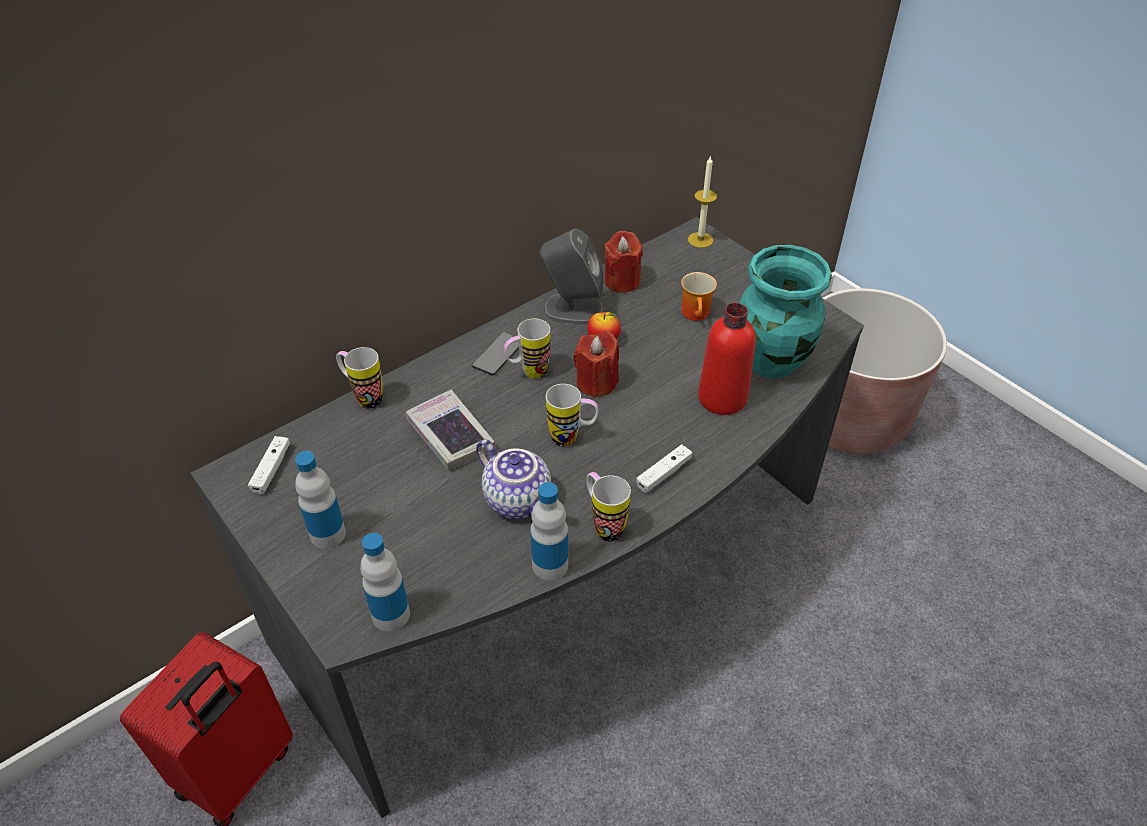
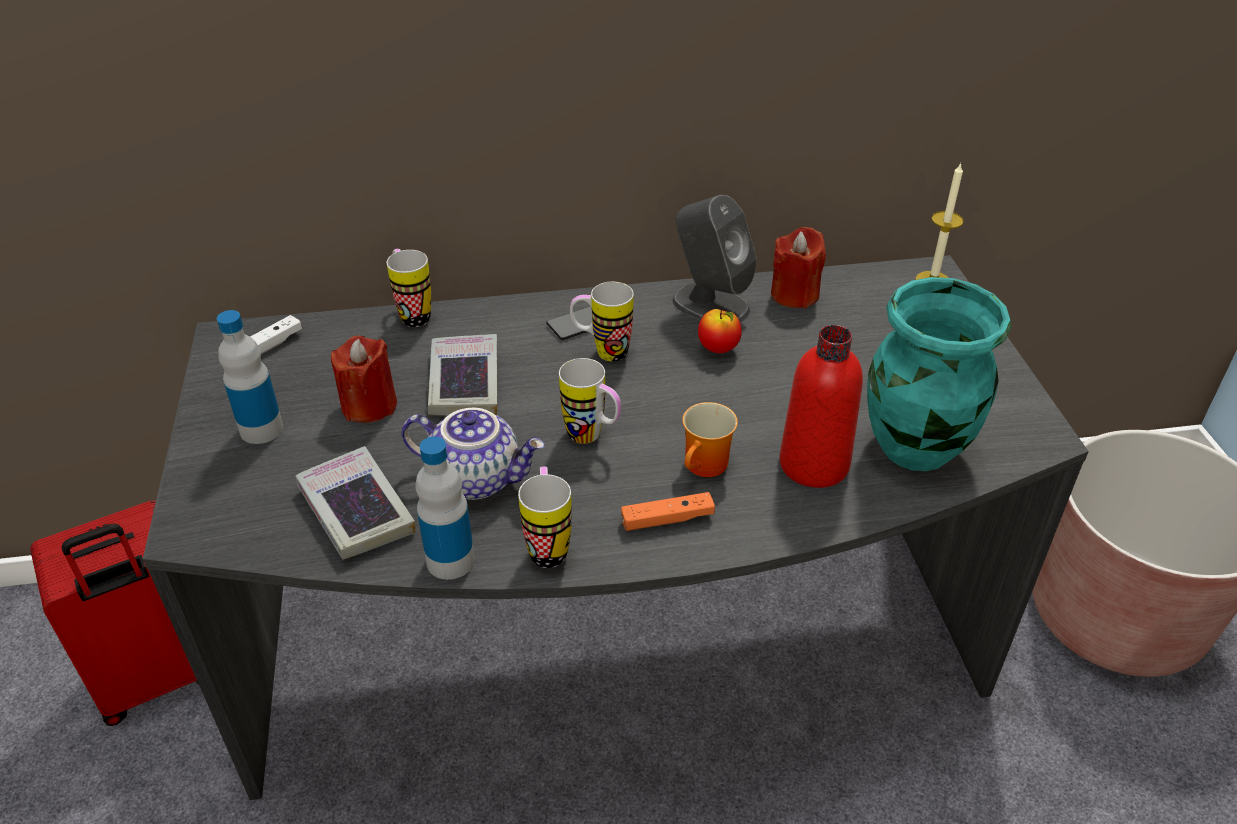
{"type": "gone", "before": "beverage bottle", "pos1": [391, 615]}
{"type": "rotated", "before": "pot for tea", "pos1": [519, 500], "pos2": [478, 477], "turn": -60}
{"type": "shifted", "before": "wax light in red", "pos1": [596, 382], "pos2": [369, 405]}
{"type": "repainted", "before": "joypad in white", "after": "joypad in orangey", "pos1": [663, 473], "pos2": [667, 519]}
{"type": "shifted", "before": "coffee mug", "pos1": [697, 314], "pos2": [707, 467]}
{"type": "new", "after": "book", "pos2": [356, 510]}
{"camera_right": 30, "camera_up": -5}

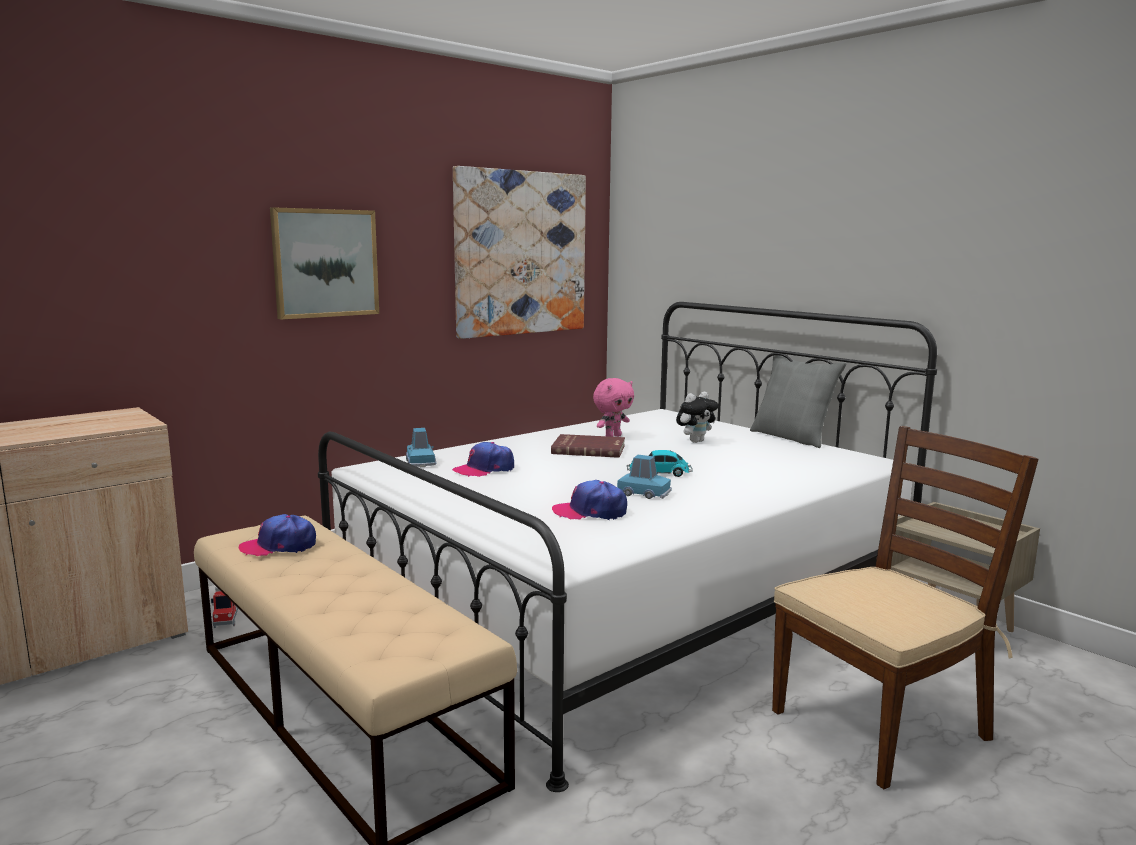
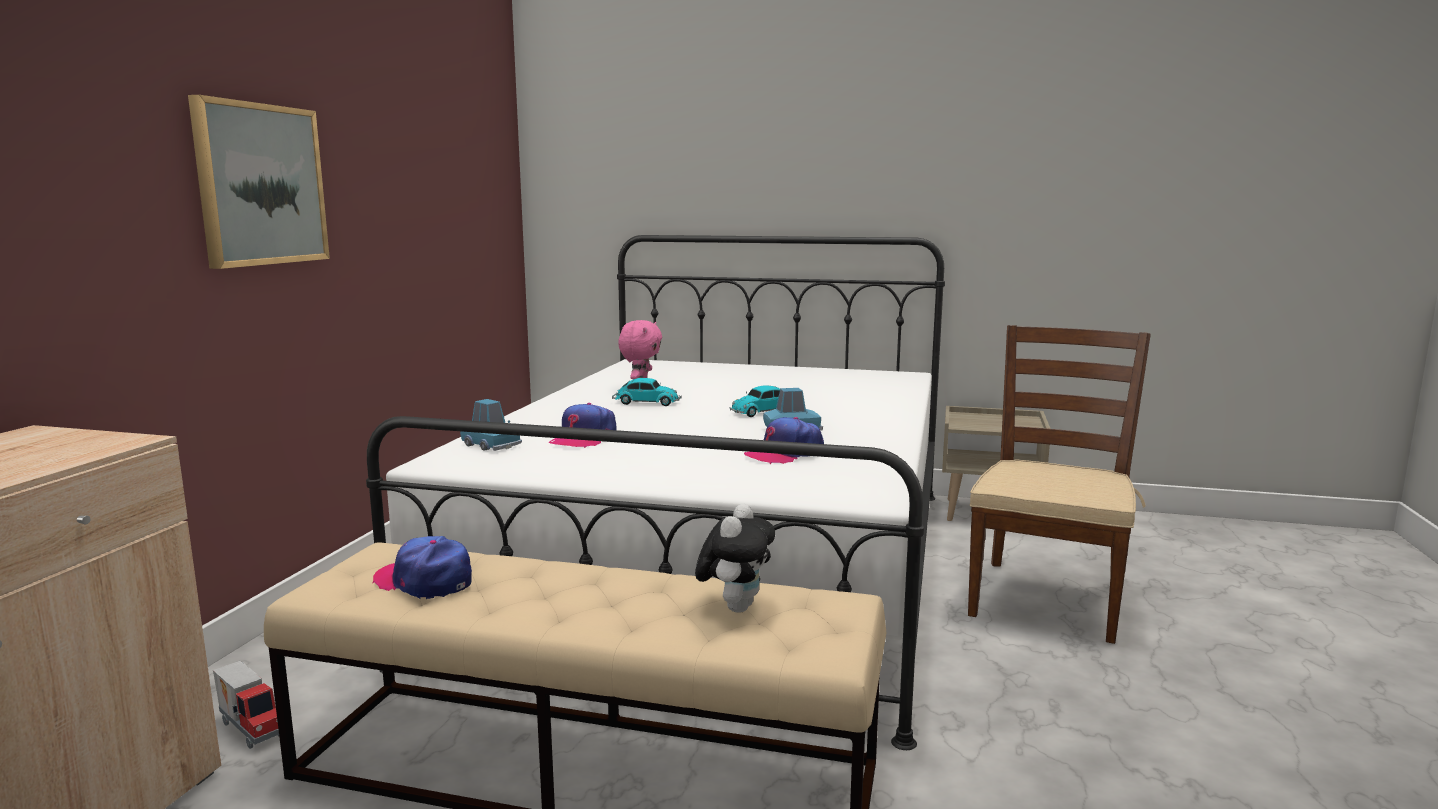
{"type": "rotated", "before": "peaked cap", "pos1": [279, 546], "pos2": [424, 581], "turn": 75}
{"type": "gone", "before": "wall art", "pos1": [521, 253]}
{"type": "swapped", "before": "book in red", "after": "miniature car", "pos1": [589, 449], "pos2": [645, 402]}
{"type": "shifted", "before": "plush toy", "pos1": [695, 441], "pos2": [735, 606]}
{"type": "gone", "before": "pillow in grey", "pos1": [792, 437]}
{"camera_right": -35, "camera_up": 0}

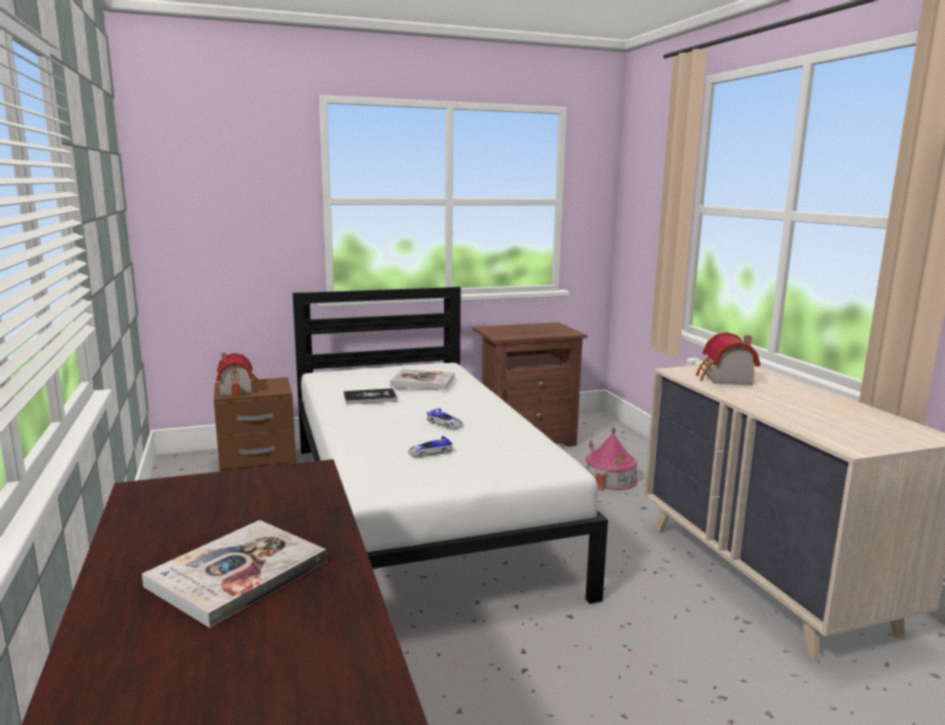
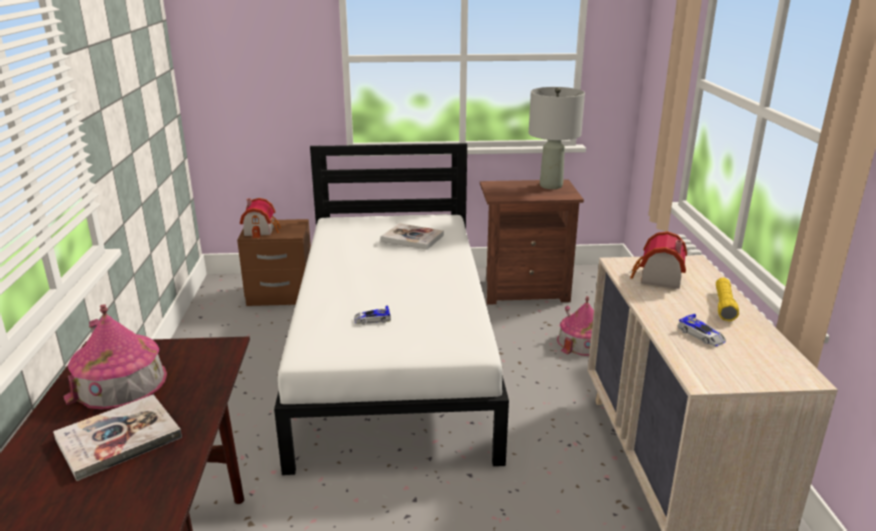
{"type": "gone", "before": "book", "pos1": [370, 398]}
{"type": "shifted", "before": "miniature car", "pos1": [445, 424], "pos2": [701, 335]}
{"type": "new", "after": "miniature house", "pos2": [120, 382]}
{"type": "new", "after": "lamp for a table in grey", "pos2": [551, 186]}
{"type": "new", "after": "torch in yellow", "pos2": [724, 306]}
{"camera_right": 15, "camera_up": 10}

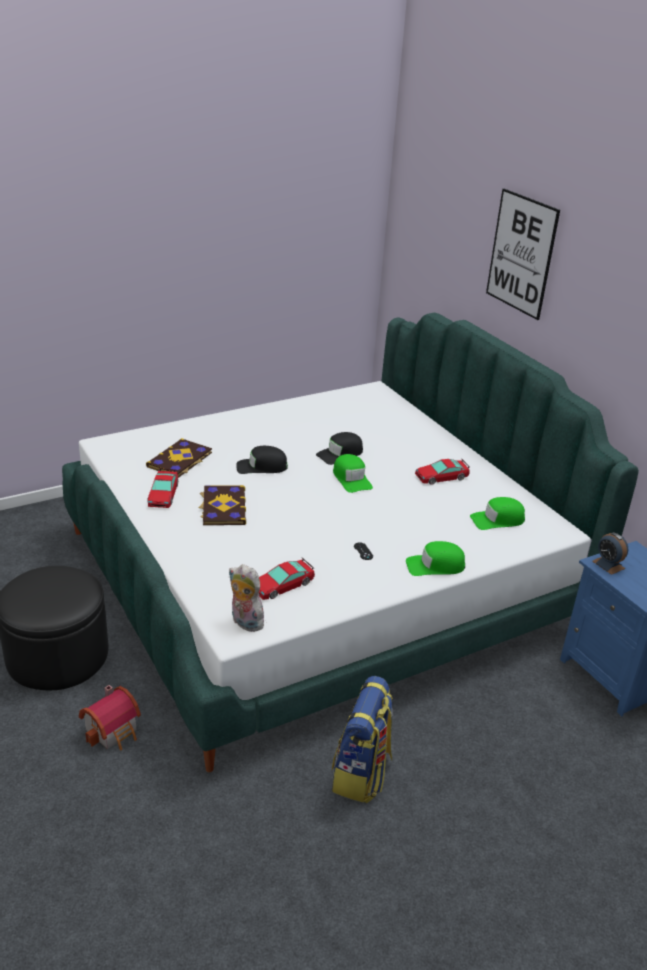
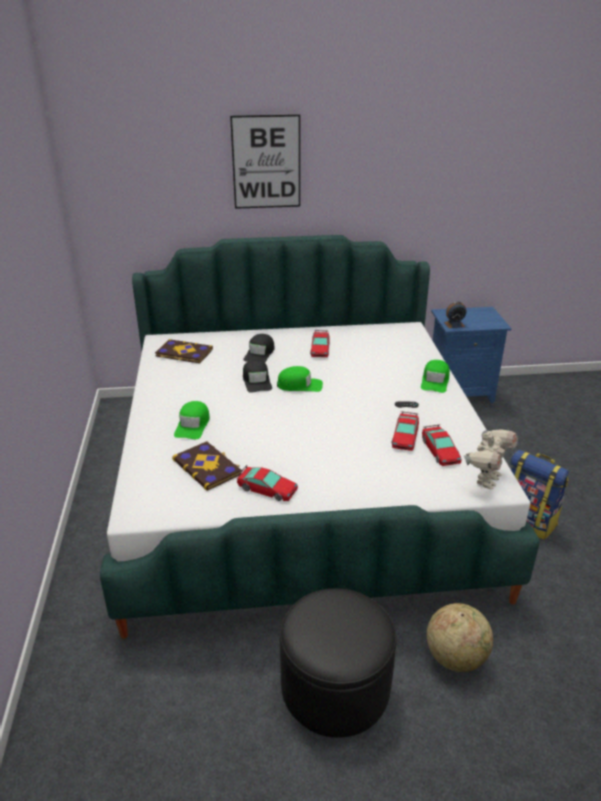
{"type": "swapped", "before": "miniature house", "after": "desk globe", "pos1": [114, 730], "pos2": [455, 657]}
{"type": "shifted", "before": "book", "pos1": [223, 507], "pos2": [184, 353]}
{"type": "swapped", "before": "plush toy", "after": "toy robot", "pos1": [244, 622], "pos2": [486, 480]}
{"type": "shifted", "before": "peaked cap in black", "pos1": [261, 467], "pos2": [260, 353]}
{"type": "shifted", "before": "peaked cap in green-coloured", "pos1": [497, 520], "pos2": [193, 425]}
{"type": "new", "after": "miniature car", "pos2": [405, 436]}
{"camera_right": -65, "camera_up": 0}

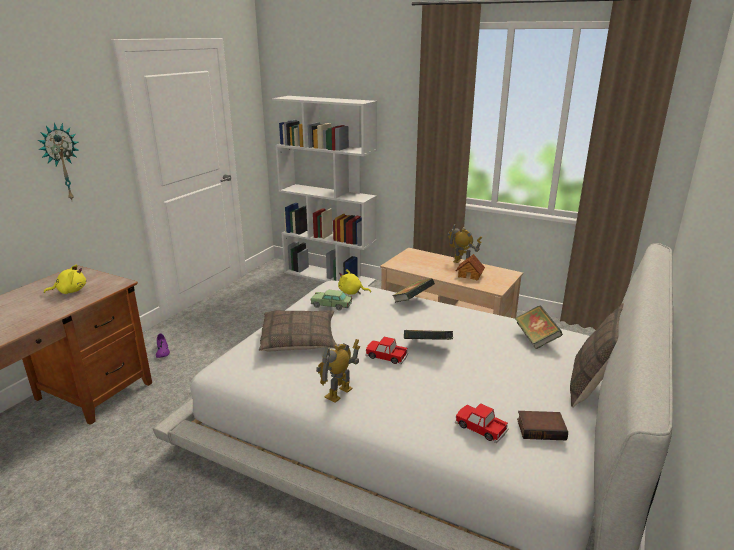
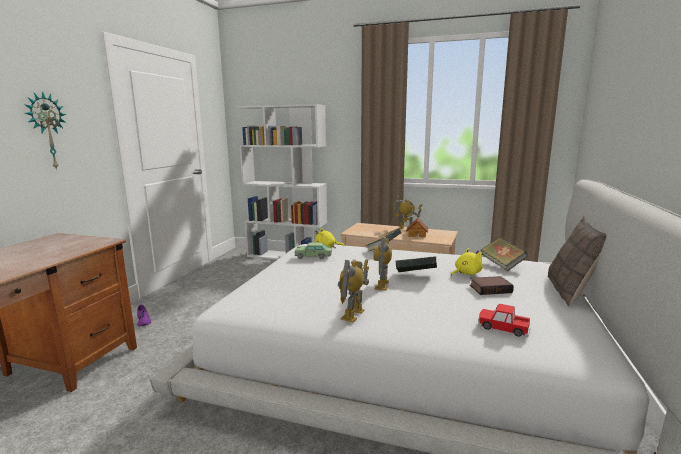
{"type": "shifted", "before": "plush toy in yellow", "pos1": [70, 291], "pos2": [466, 273]}
{"type": "gone", "before": "pillow", "pos1": [299, 339]}
{"type": "swapped", "before": "miniature car", "after": "toy robot", "pos1": [386, 356], "pos2": [382, 285]}
{"type": "shifted", "before": "book", "pos1": [541, 428], "pos2": [490, 288]}
{"camera_right": -10, "camera_up": -10}

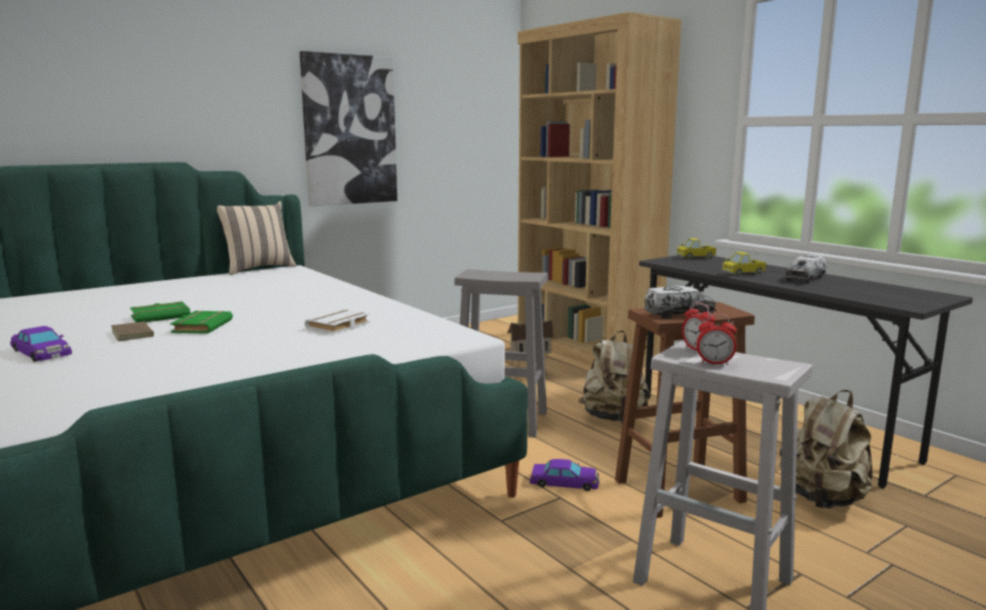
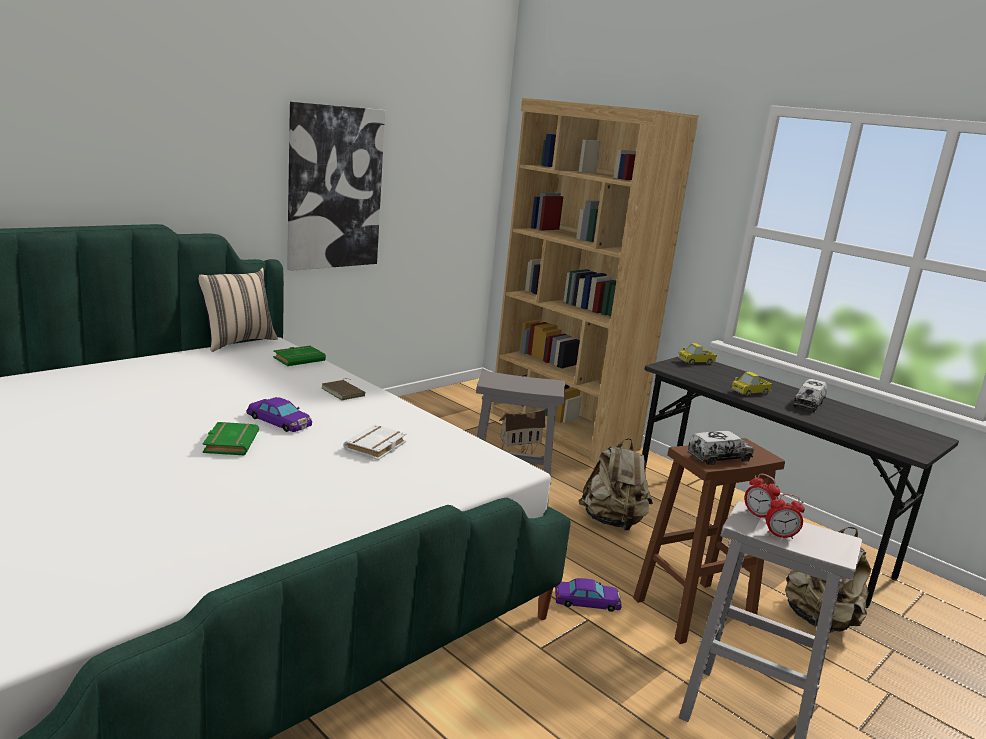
{"type": "shifted", "before": "miniature car in purple", "pos1": [41, 352], "pos2": [279, 421]}
{"type": "shifted", "before": "book in brown-coloured", "pos1": [134, 334], "pos2": [344, 392]}
{"type": "shifted", "before": "book in green-coloured", "pos1": [161, 316], "pos2": [299, 359]}
{"camera_right": -10, "camera_up": 5}

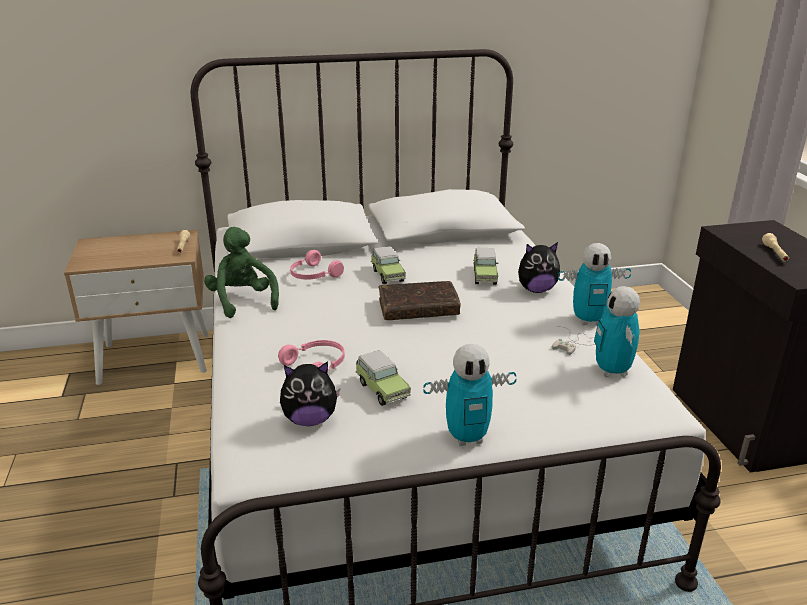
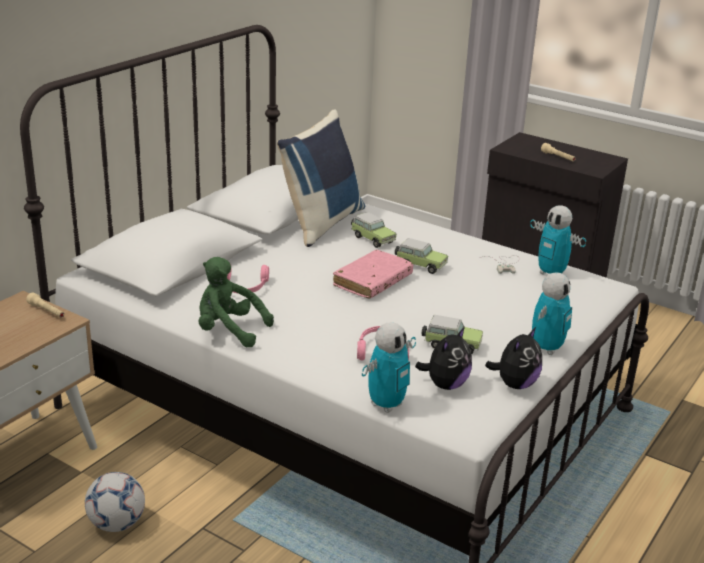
{"type": "shifted", "before": "miniature car", "pos1": [387, 275], "pos2": [419, 265]}
{"type": "repainted", "before": "book in brown-coloured", "after": "book in pinkish", "pos1": [418, 309], "pos2": [372, 282]}
{"type": "shifted", "before": "plush toy", "pos1": [536, 289], "pos2": [515, 384]}
{"type": "shifted", "before": "toy robot", "pos1": [588, 320], "pos2": [386, 404]}
{"type": "new", "after": "football ball", "pos2": [117, 524]}
{"type": "new", "after": "pillow in blue", "pos2": [321, 223]}
{"camera_right": -45, "camera_up": 0}

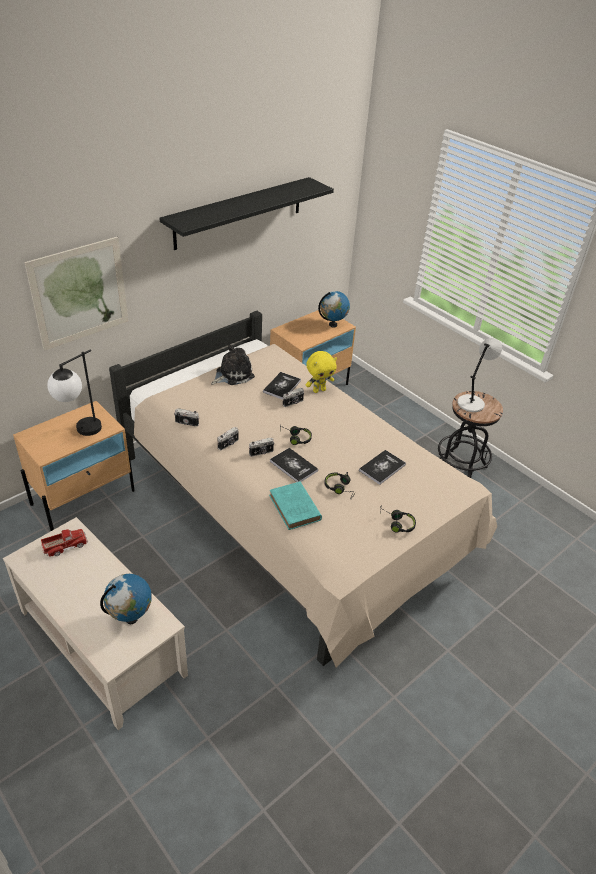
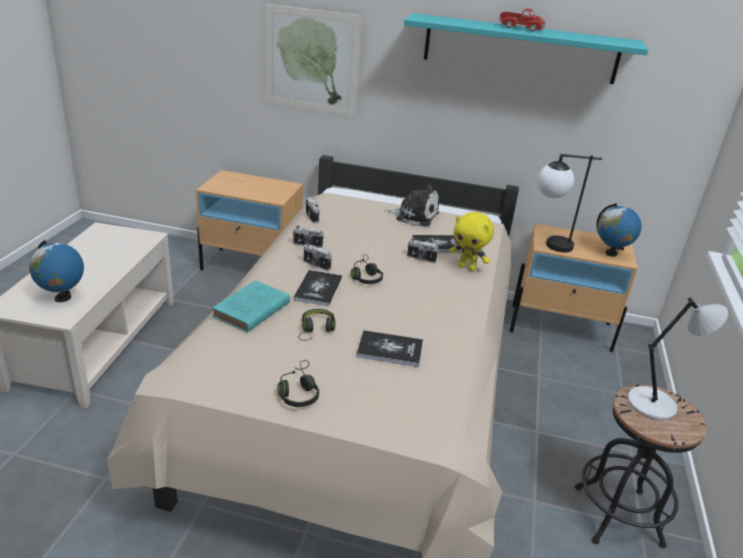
{"type": "shifted", "before": "toy truck", "pos1": [65, 545], "pos2": [521, 28]}
{"type": "shifted", "before": "lamp for a table", "pos1": [81, 433], "pos2": [548, 245]}
{"type": "repainted", "before": "shelf in black", "after": "shelf in turquoise", "pos1": [239, 213], "pos2": [520, 49]}
{"camera_right": 55, "camera_up": -10}

